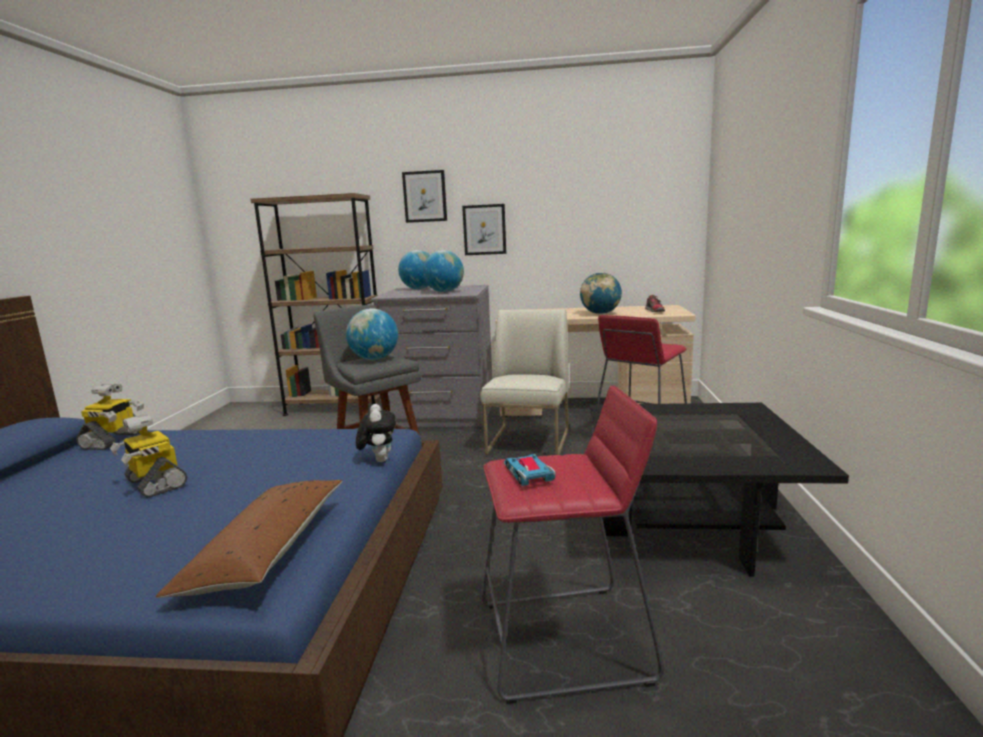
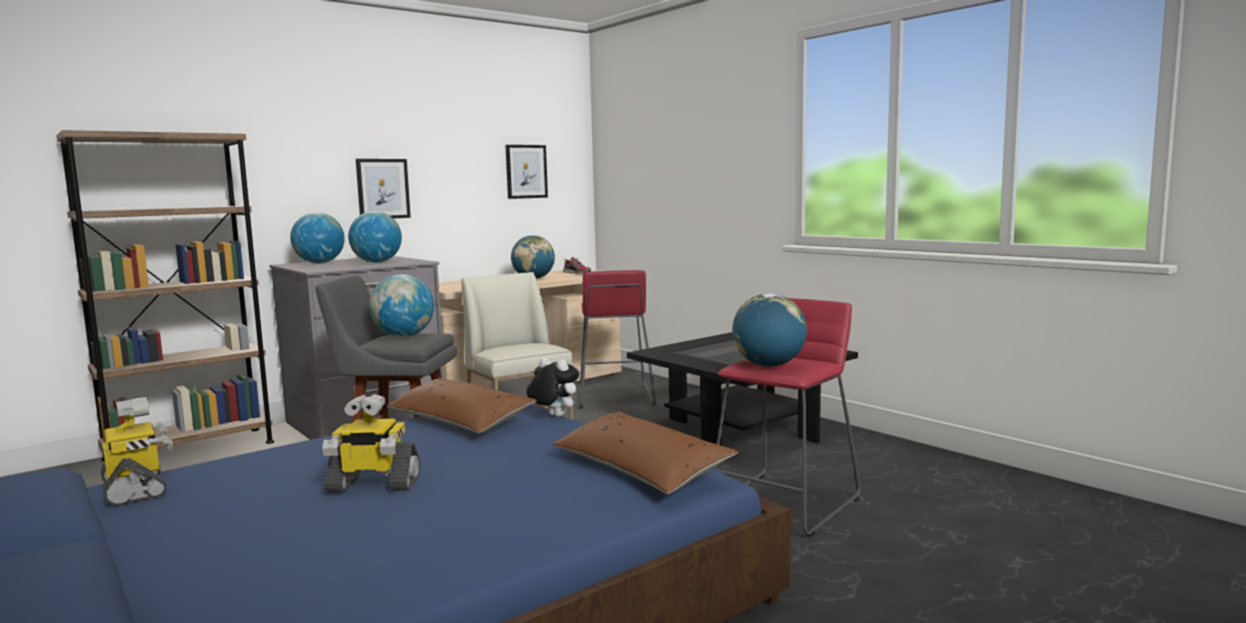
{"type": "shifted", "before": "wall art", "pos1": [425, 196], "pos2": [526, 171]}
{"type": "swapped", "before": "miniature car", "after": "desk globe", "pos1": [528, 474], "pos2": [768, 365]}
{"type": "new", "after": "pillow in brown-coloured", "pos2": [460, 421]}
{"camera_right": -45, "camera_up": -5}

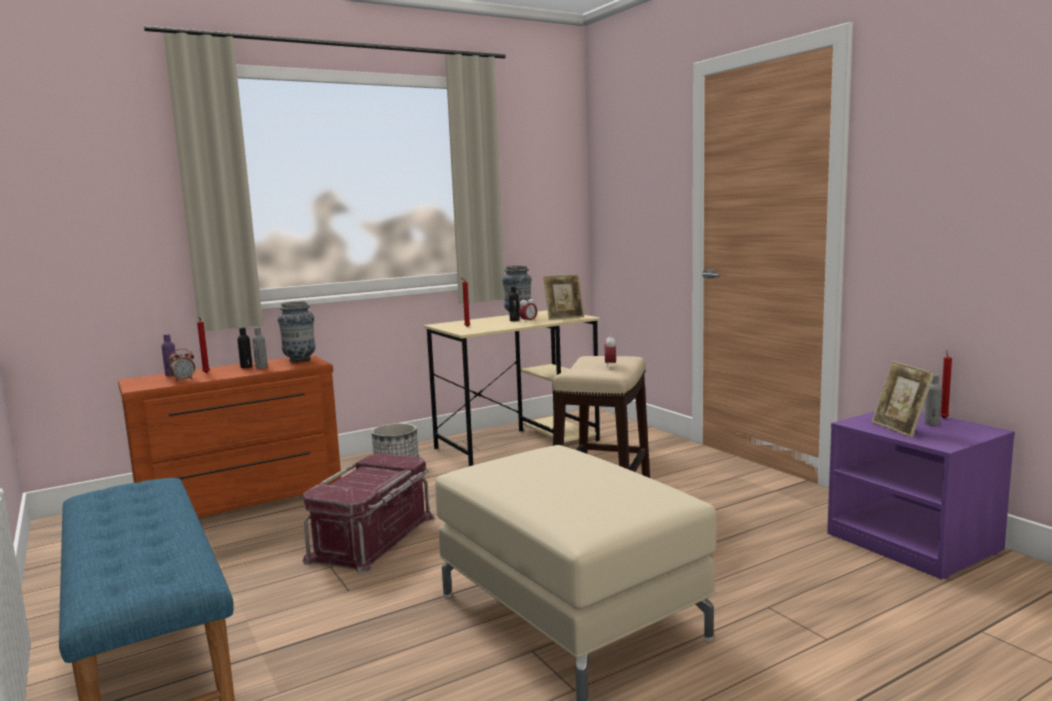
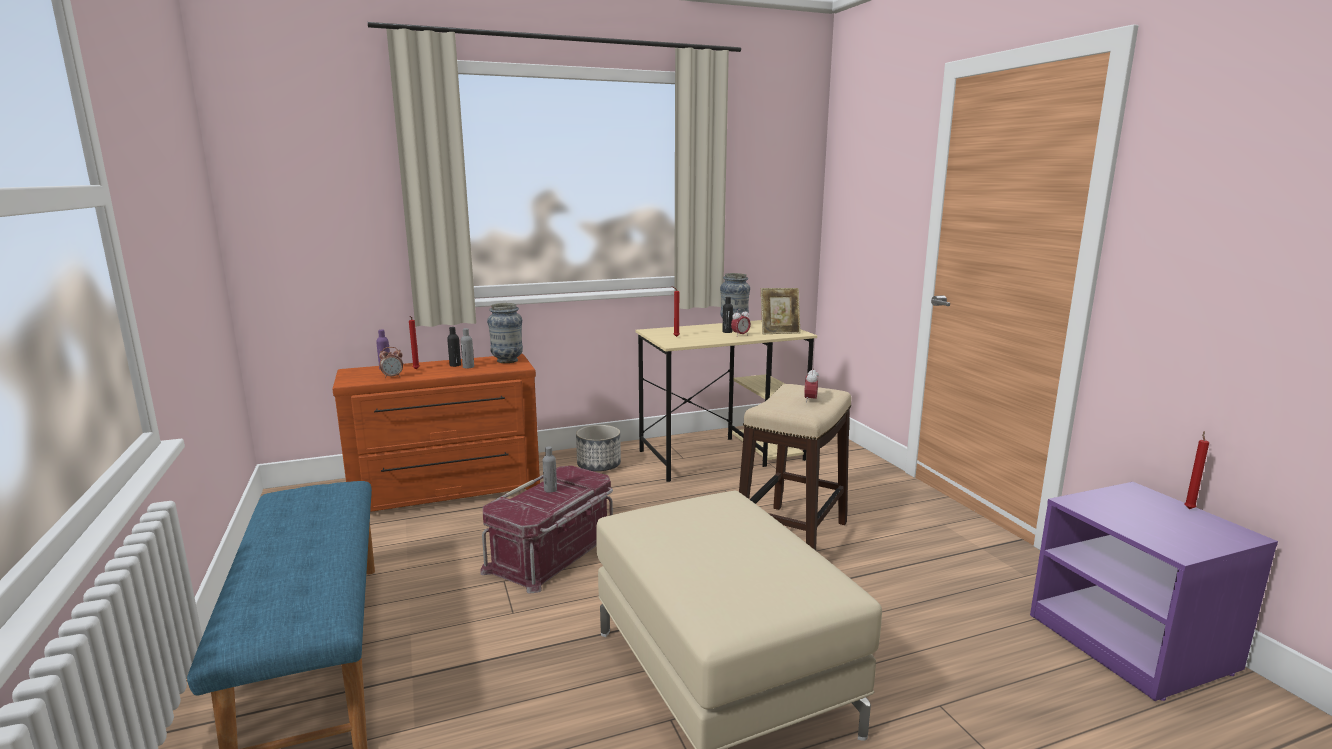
{"type": "gone", "before": "photo frame", "pos1": [900, 429]}
{"type": "shifted", "before": "beverage bottle in grey", "pos1": [931, 423], "pos2": [550, 490]}
{"camera_right": 10, "camera_up": 5}

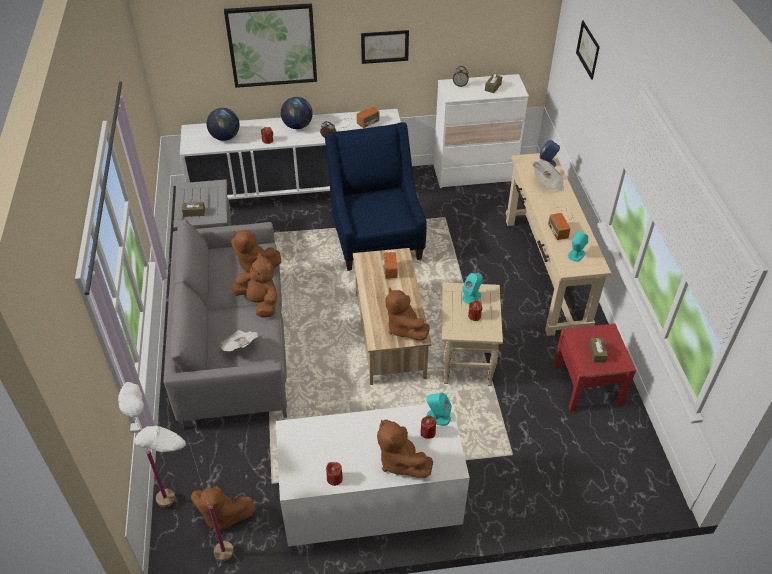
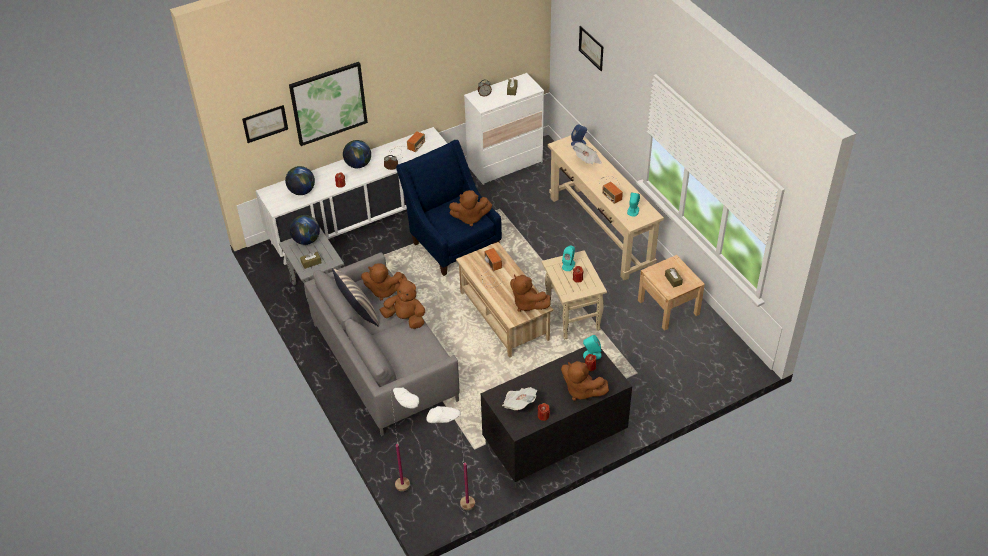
{"type": "shifted", "before": "plush toy in brown-coloured", "pos1": [222, 516], "pos2": [470, 218]}
{"type": "shifted", "before": "newspaper", "pos1": [240, 346], "pos2": [519, 404]}
{"type": "repainted", "before": "tv stand in white", "after": "tv stand in black", "pos1": [369, 507], "pos2": [554, 441]}
{"type": "shifted", "before": "wall art", "pos1": [384, 46], "pos2": [265, 123]}
{"type": "repainted", "before": "night table in red", "after": "night table in sand-coloured", "pos1": [587, 384], "pos2": [668, 307]}
{"type": "new", "after": "desk globe", "pos2": [306, 240]}
{"type": "new", "after": "pillow", "pos2": [358, 313]}
{"camera_right": -20, "camera_up": 0}

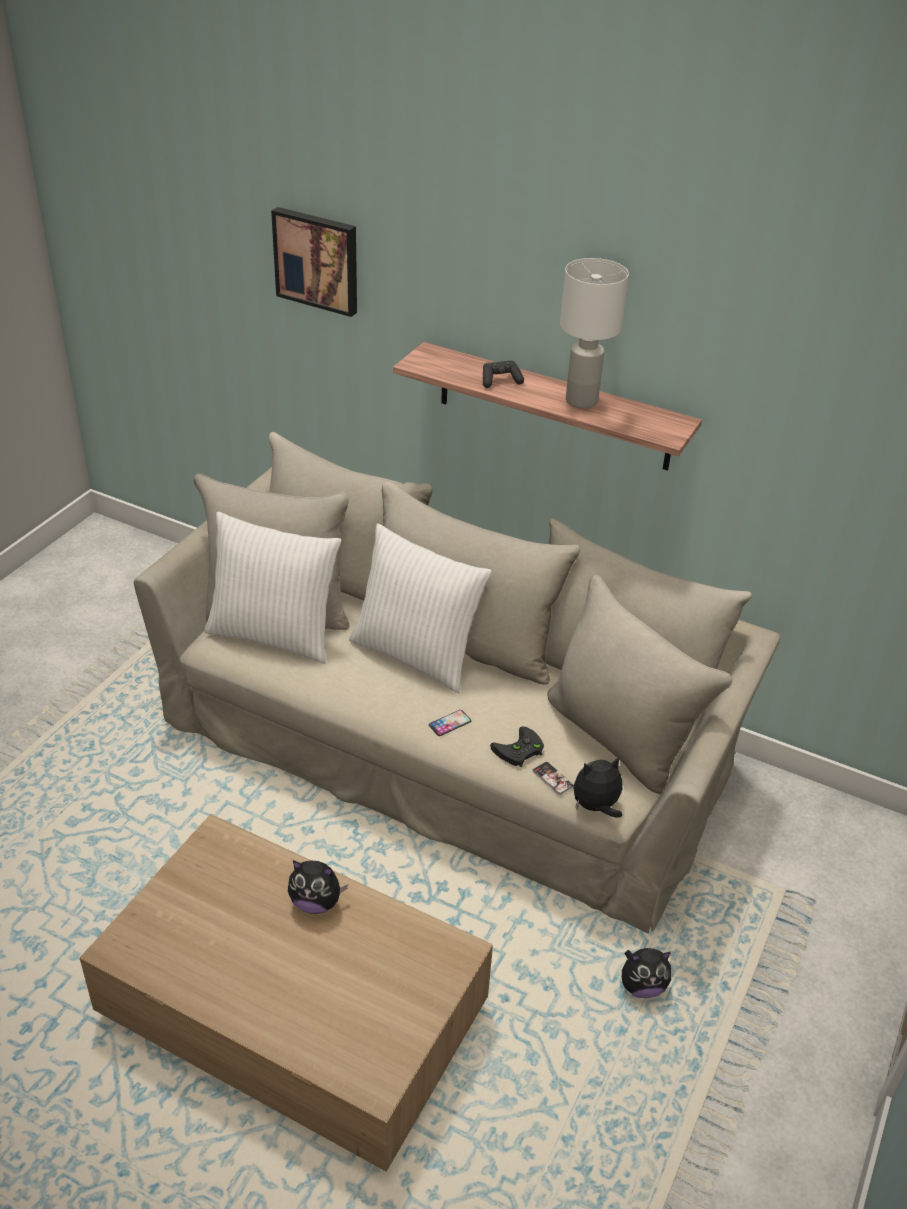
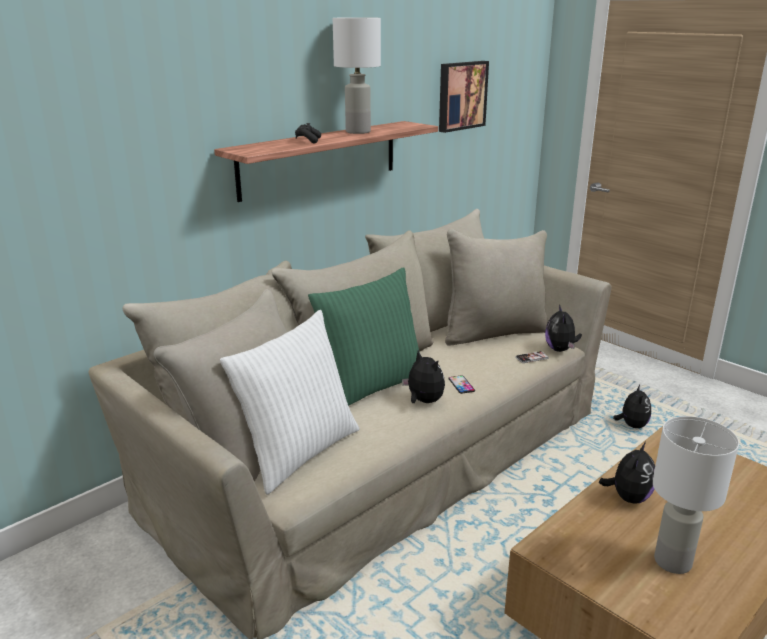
{"type": "shifted", "before": "wall art", "pos1": [317, 260], "pos2": [461, 95]}
{"type": "repainted", "before": "pillow in white", "after": "pillow in green-coloured", "pos1": [416, 654], "pos2": [371, 385]}
{"type": "gone", "before": "joypad in black", "pos1": [518, 751]}
{"type": "new", "after": "plush toy", "pos2": [423, 401]}
{"type": "new", "after": "lamp for a table in white", "pos2": [672, 561]}
{"camera_right": -70, "camera_up": -15}

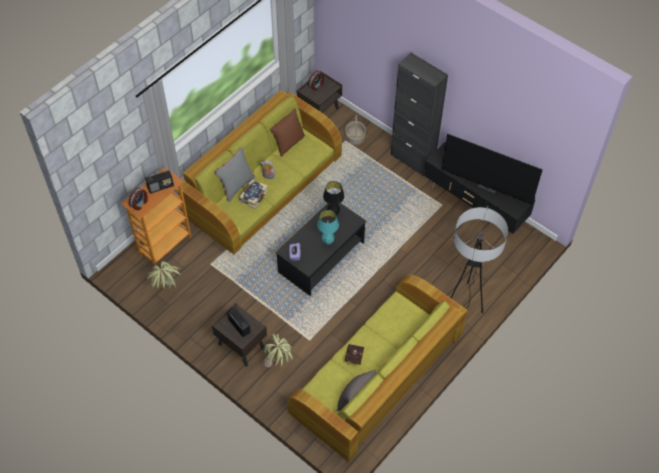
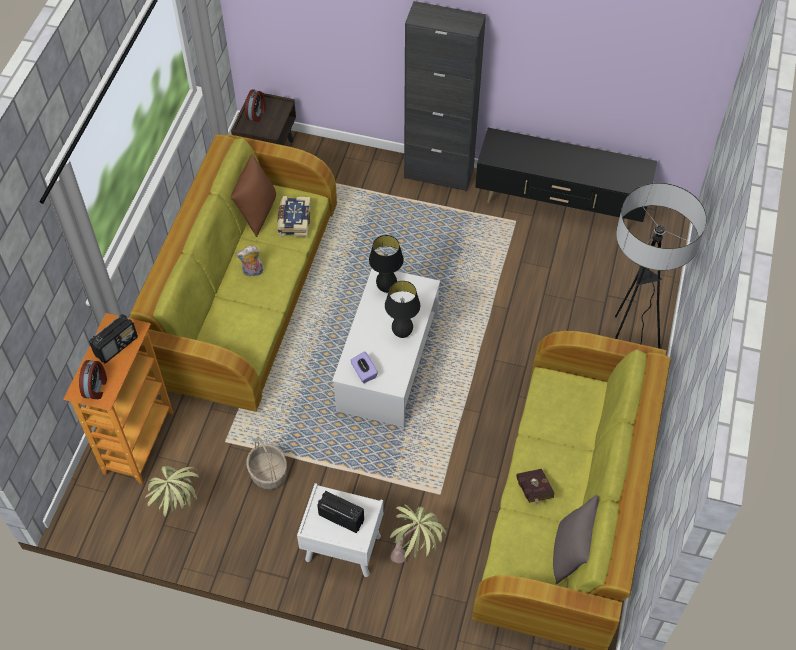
{"type": "repainted", "before": "night table in brown-coloured", "after": "night table in white", "pos1": [241, 346], "pos2": [342, 548]}
{"type": "gone", "before": "pillow in grey", "pos1": [236, 186]}
{"type": "shifted", "before": "book", "pos1": [253, 196], "pos2": [294, 221]}
{"type": "repainted", "before": "low table in black", "after": "low table in white", "pos1": [321, 257], "pos2": [388, 362]}
{"type": "repainted", "before": "lamp for a table in turquoise", "after": "lamp for a table in black", "pos1": [328, 242], "pos2": [402, 333]}
{"type": "shifted", "before": "household basket", "pos1": [355, 137], "pos2": [268, 473]}
{"type": "gone", "before": "television", "pos1": [488, 185]}
{"camera_right": -25, "camera_up": 0}

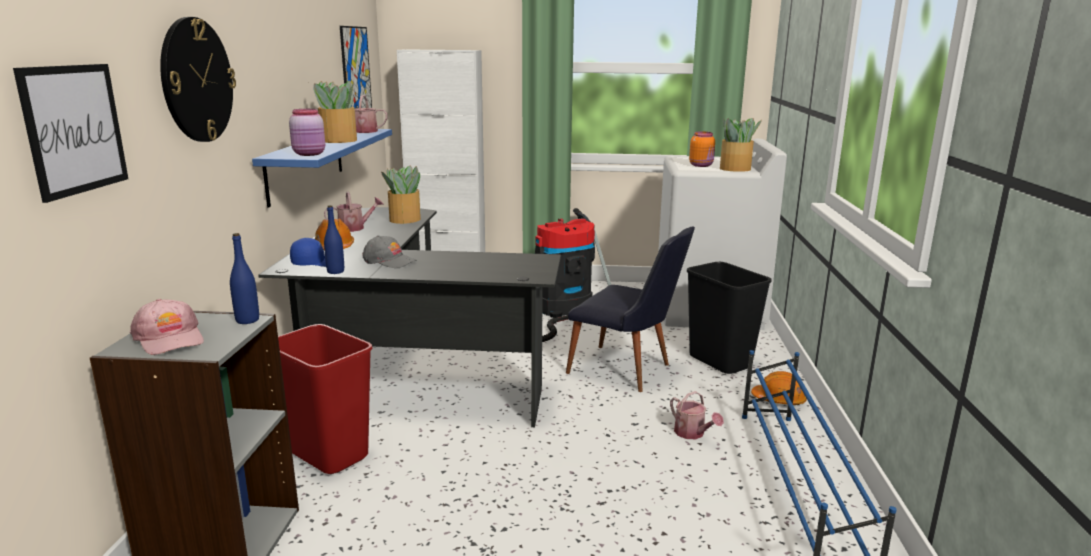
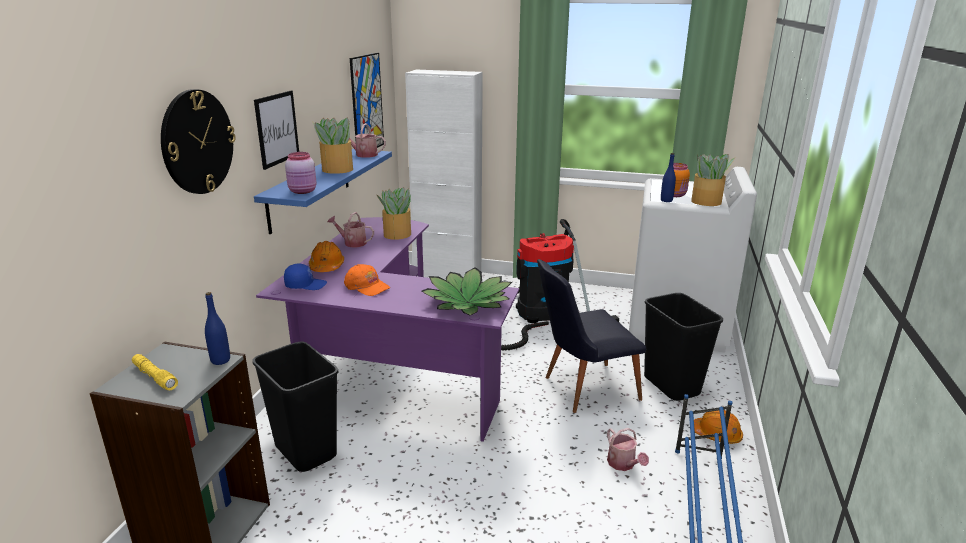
{"type": "shifted", "before": "wall art", "pos1": [75, 129], "pos2": [277, 129]}
{"type": "swapped", "before": "peaked cap in pinkish", "after": "torch in yellow", "pos1": [170, 338], "pos2": [155, 377]}
{"type": "repainted", "before": "desk table in black", "after": "desk table in purple", "pos1": [404, 373], "pos2": [386, 372]}
{"type": "repainted", "before": "rubbish bin in red", "after": "rubbish bin in black", "pos1": [327, 455], "pos2": [304, 451]}
{"type": "rotated", "before": "sprinkling can", "pos1": [355, 228], "pos2": [352, 243], "turn": -150}
{"type": "shifted", "before": "beverage bottle in blue", "pos1": [335, 271], "pos2": [666, 200]}
{"type": "repainted", "before": "peaked cap in grey", "after": "peaked cap in orangey", "pos1": [389, 261], "pos2": [367, 286]}
{"type": "rotated", "before": "upright chair in black", "pos1": [627, 371], "pos2": [582, 388], "turn": 120}
{"type": "new", "after": "plant in a pot", "pos2": [467, 302]}
{"camera_right": 10, "camera_up": 5}

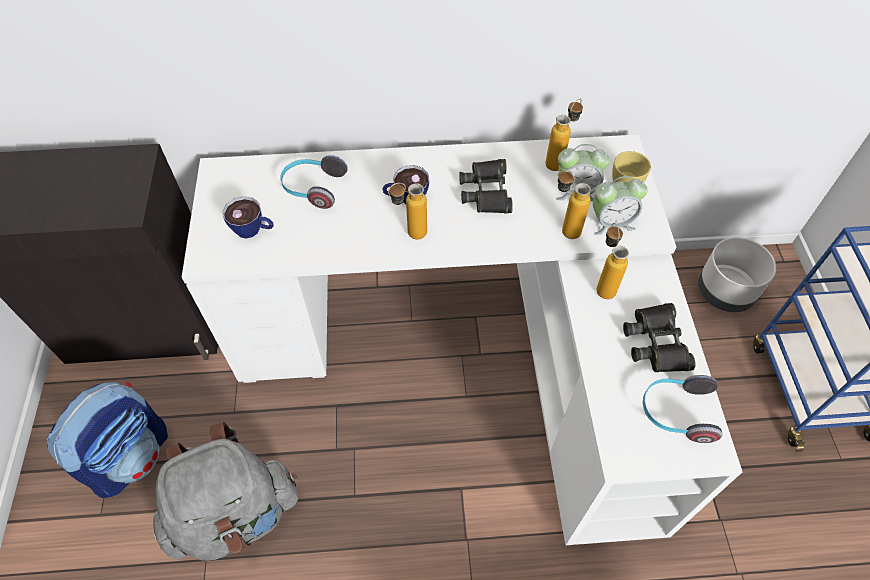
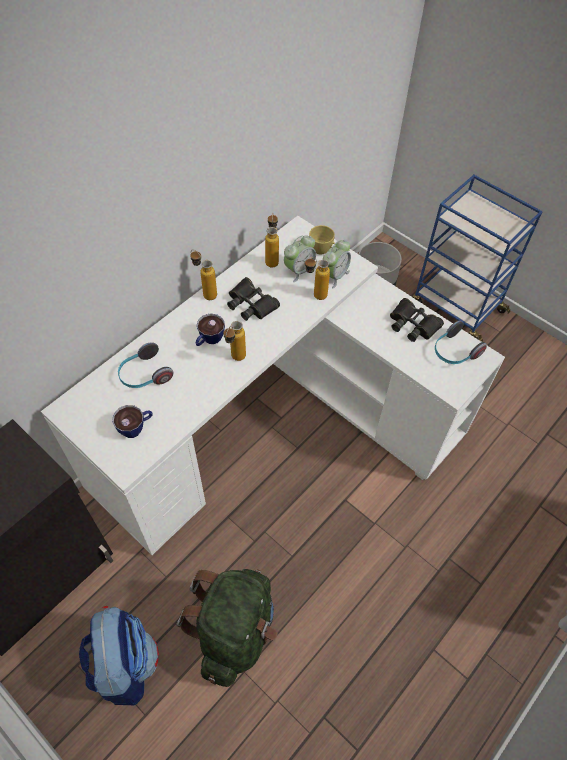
{"type": "repainted", "before": "backpack in grey", "after": "backpack in green-coloured", "pos1": [236, 515], "pos2": [234, 631]}
{"type": "shifted", "before": "beverage bottle", "pos1": [603, 285], "pos2": [205, 293]}
{"camera_right": -45, "camera_up": 0}

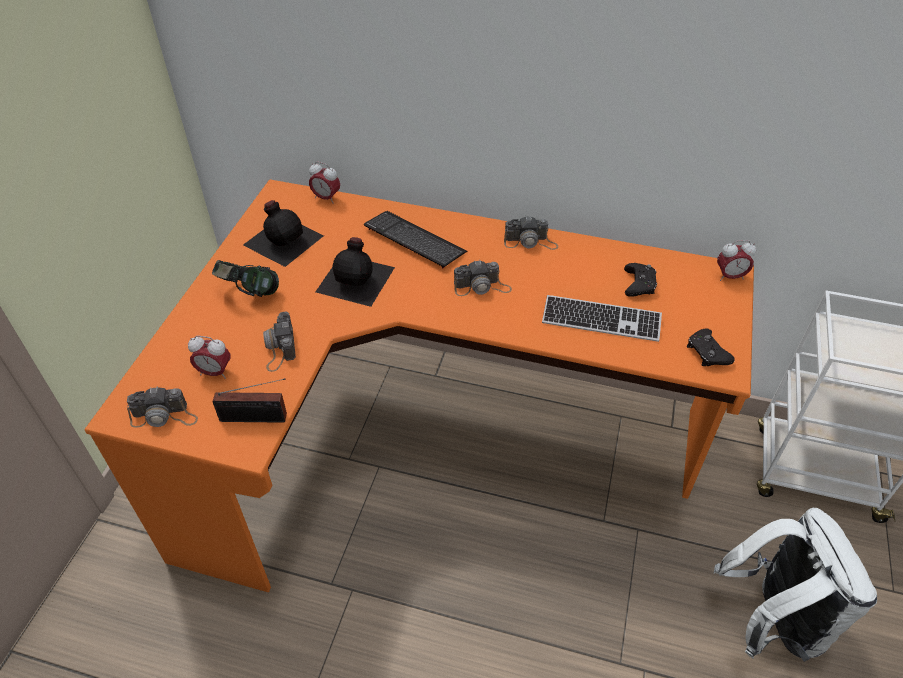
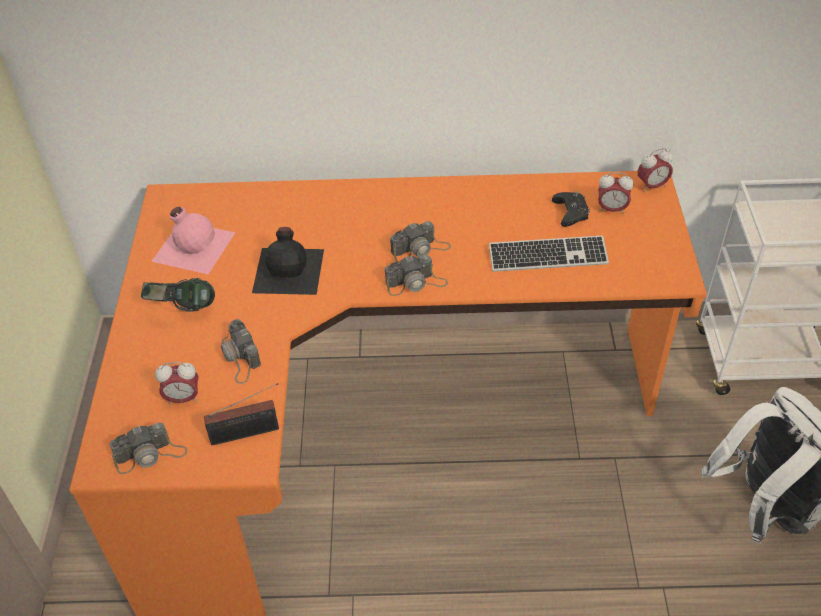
{"type": "repainted", "before": "beverage bottle in black", "after": "beverage bottle in pinkish", "pos1": [283, 239], "pos2": [193, 245]}
{"type": "shifted", "before": "table clock", "pos1": [326, 198], "pos2": [611, 209]}
{"type": "gone", "before": "keyboard", "pos1": [414, 240]}
{"type": "shifted", "before": "still camera", "pos1": [530, 242], "pos2": [416, 283]}
{"type": "gone", "before": "joypad in black", "pos1": [707, 353]}
{"camera_right": -15, "camera_up": 0}

